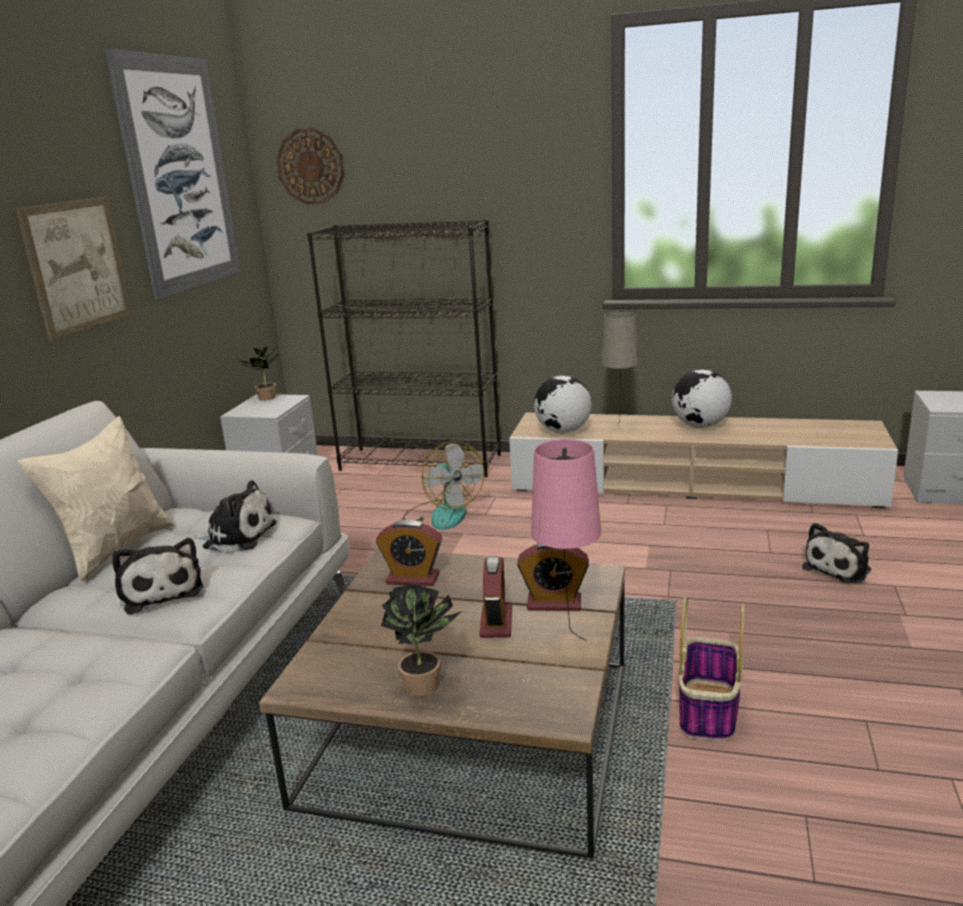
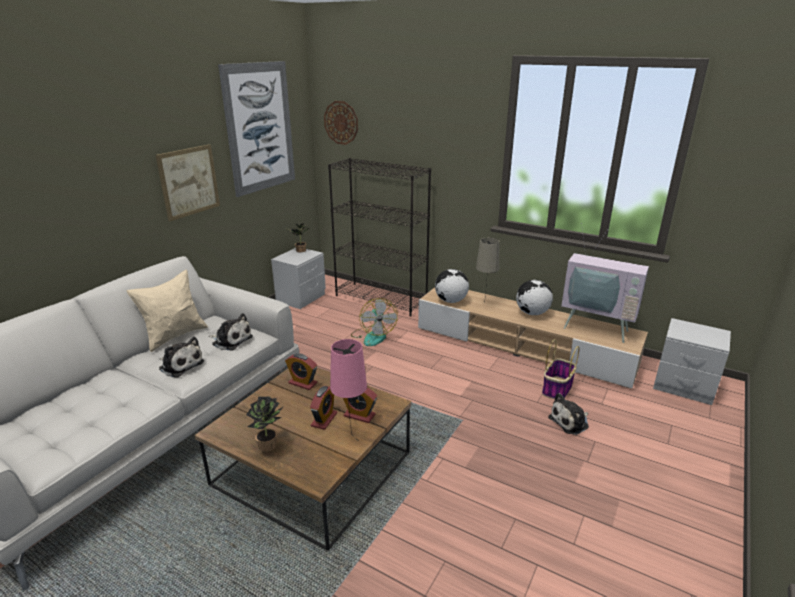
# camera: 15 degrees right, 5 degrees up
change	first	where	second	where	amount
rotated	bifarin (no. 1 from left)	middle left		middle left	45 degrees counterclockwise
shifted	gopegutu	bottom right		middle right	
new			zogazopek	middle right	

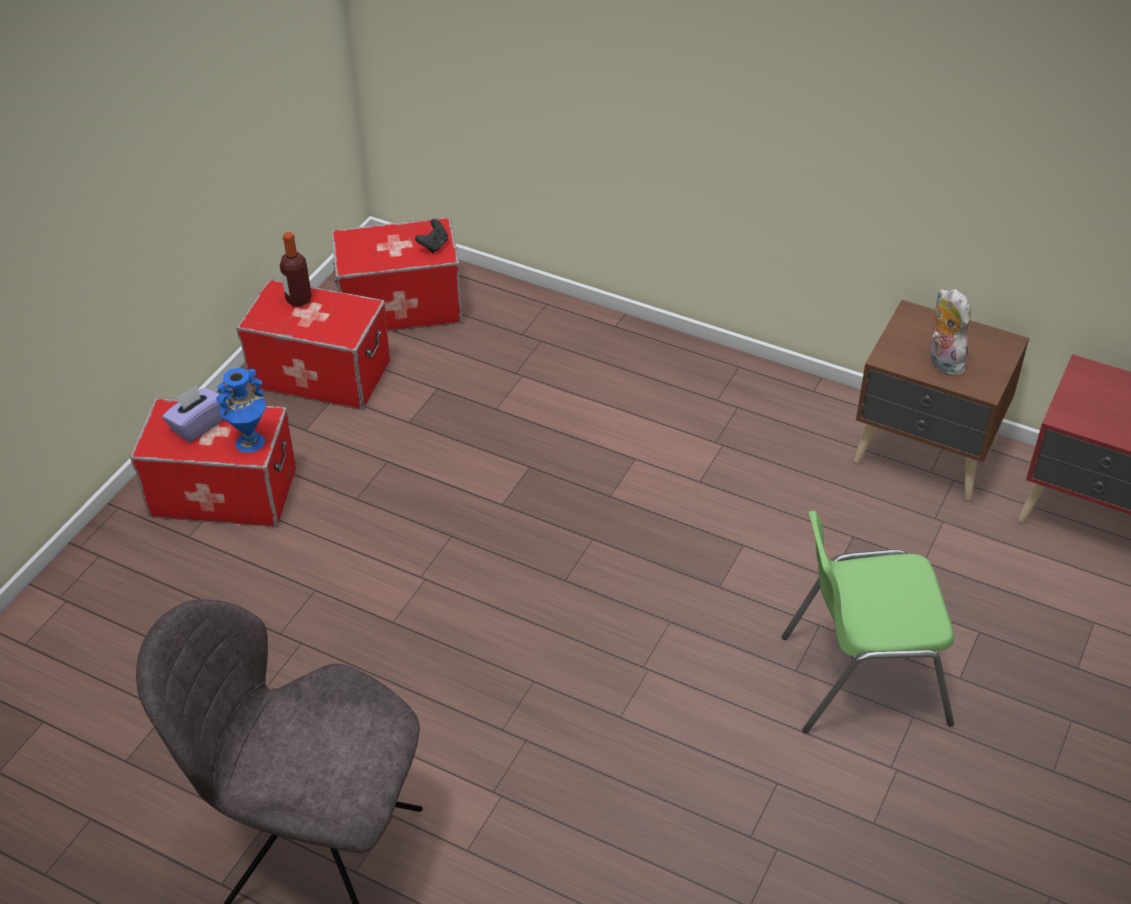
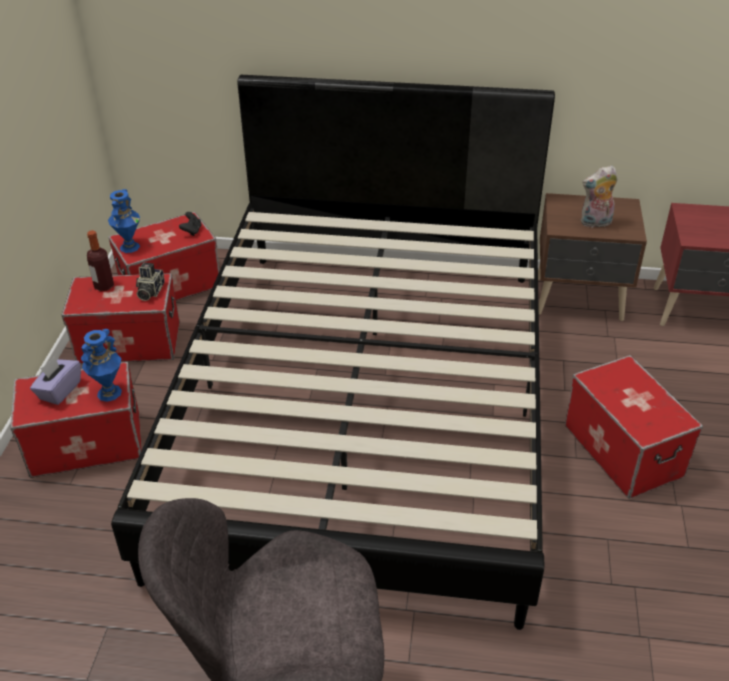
# camera: 20 degrees left, 5 degrees down
change	first	where	second	where	amount
rotated	bifarin	middle right		top right	60 degrees counterclockwise
swapped	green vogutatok	bottom right	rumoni (no. 4 from left)	middle right	
new			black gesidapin	centre	
new			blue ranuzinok (no. 2 from left)	top left	
new			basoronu	middle left	

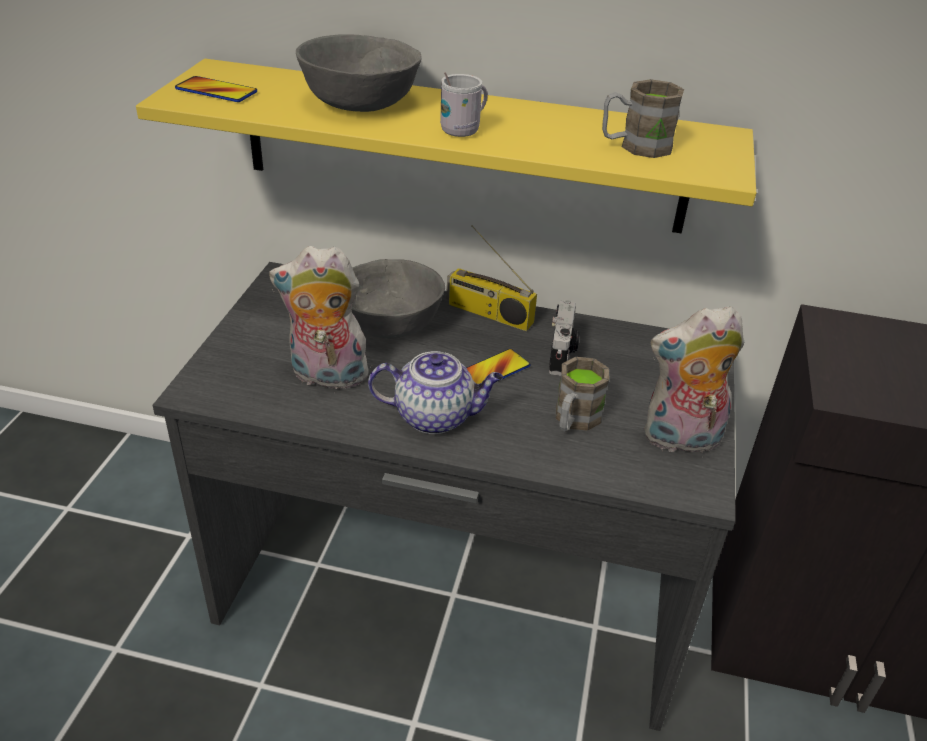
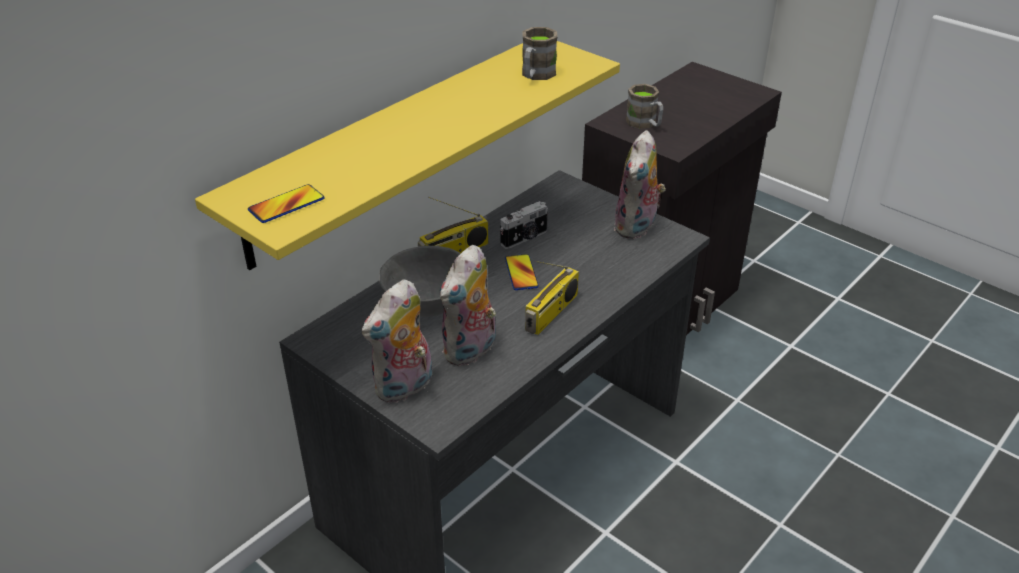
# camera: 60 degrees left, 0 degrees up
change	first	where	second	where	amount
gone	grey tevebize (no. 1 from left)	top centre			
gone	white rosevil	top centre			
rotated	basoronu	centre		centre	105 degrees clockwise
swapped	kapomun	centre	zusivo (no. 2 from left)	centre	
shifted	brown rosevil (no. 1 from left in the first image)	centre	brown rosevil (no. 2 from left)	top centre	
new			bifarin (no. 1 from left)	centre	

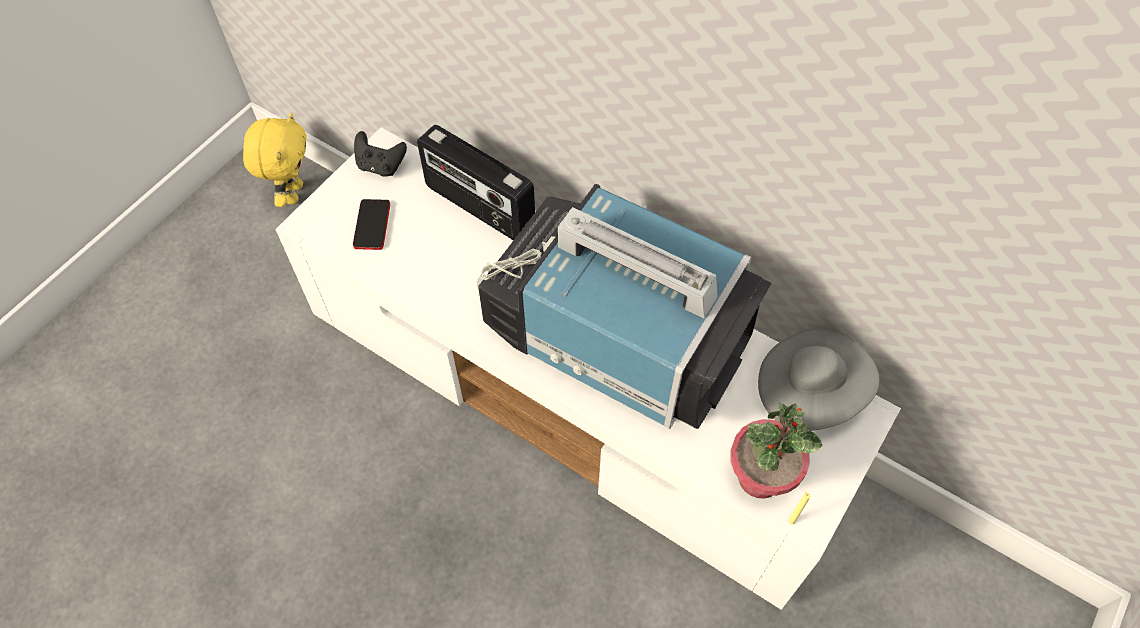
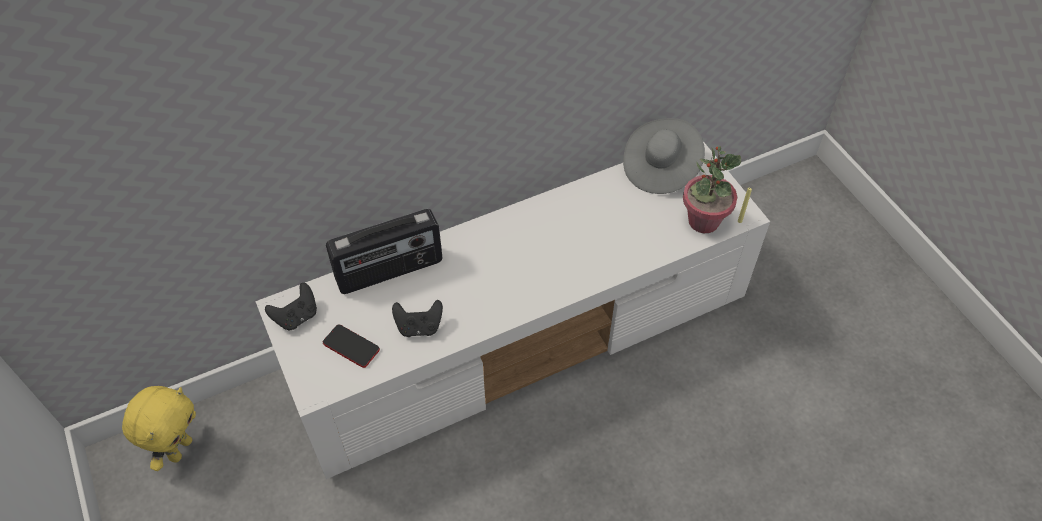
# camera: 60 degrees left, 5 degrees down
change	first	where	second	where	amount
rotated	yellow bifarin	top left		bottom left	75 degrees clockwise
gone	zogazopek	centre			
new			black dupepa (no. 2 from left)	centre	

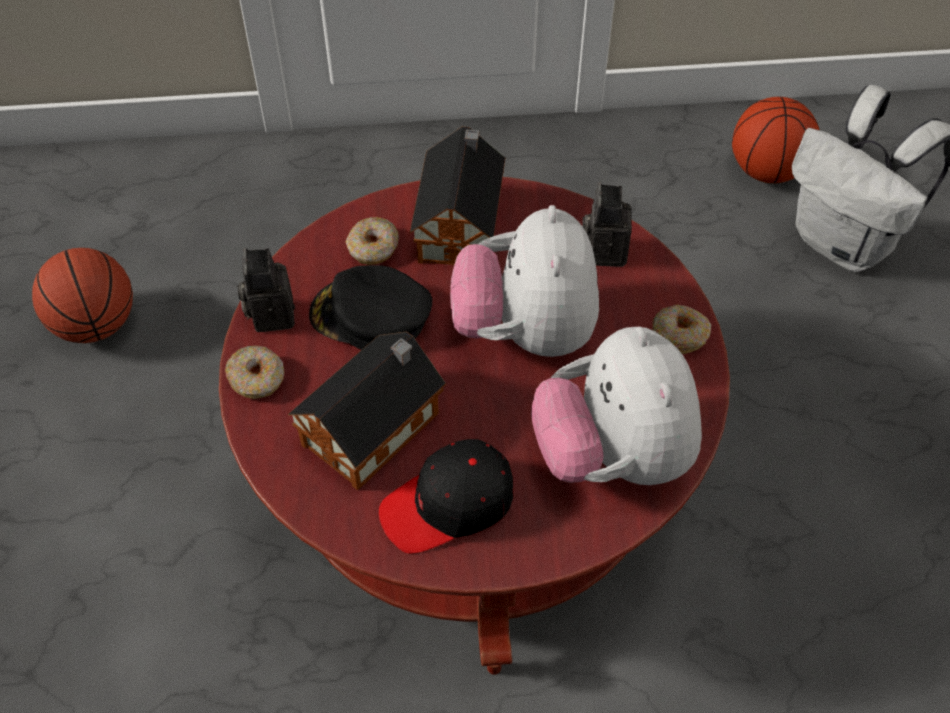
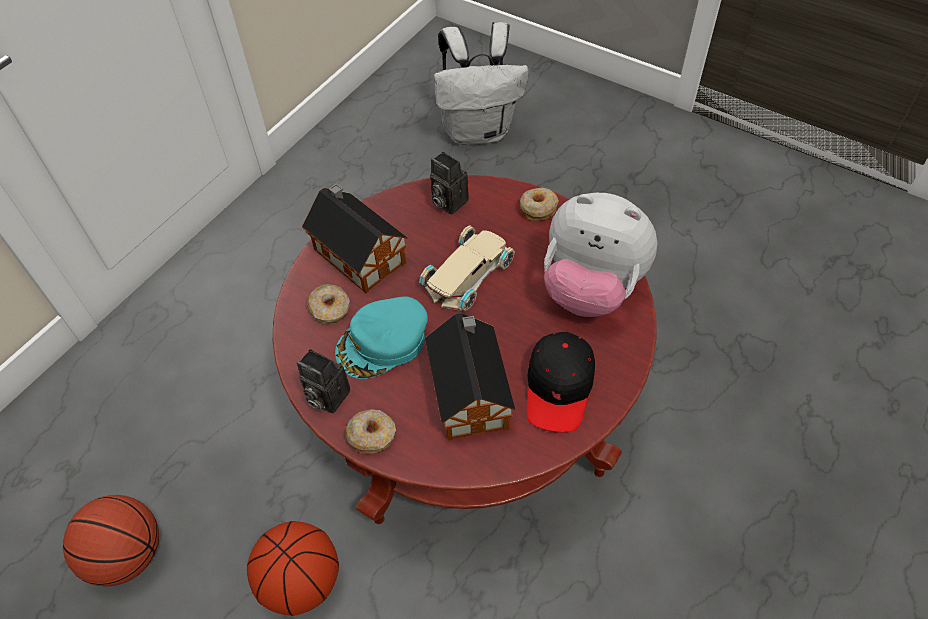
# camera: 50 degrees left, 0 degrees up
change	first	where	second	where	amount
shifted	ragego (no. 2 from left)	top right		bottom left	
swapped	bifarin (no. 1 from left)	centre	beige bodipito	centre	
repainted	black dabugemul (no. 1 from left)	centre	turquoise dabugemul	centre	

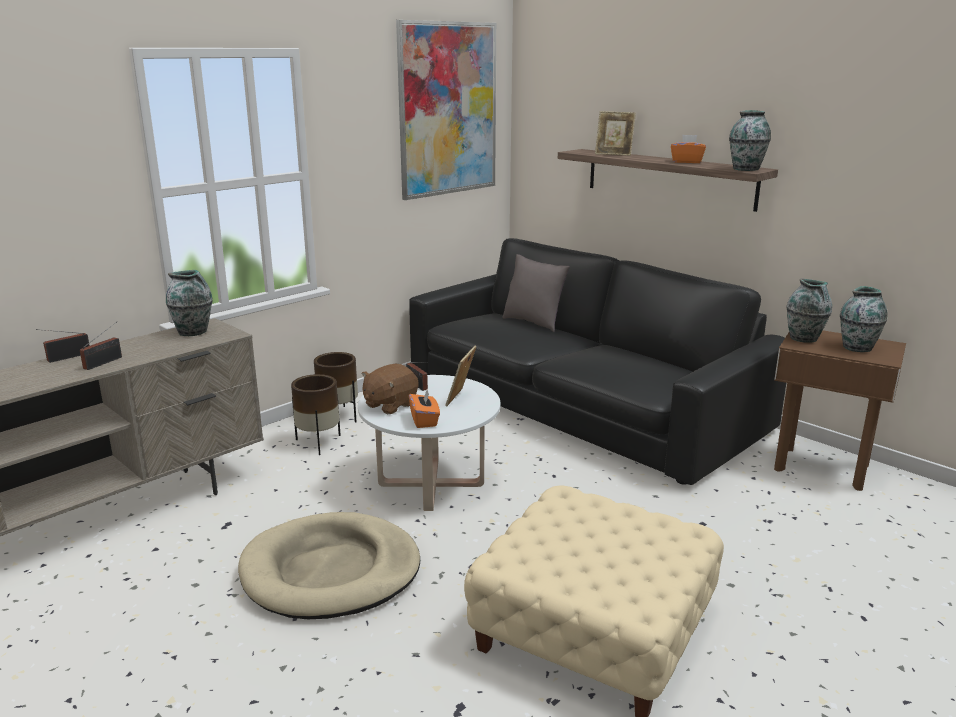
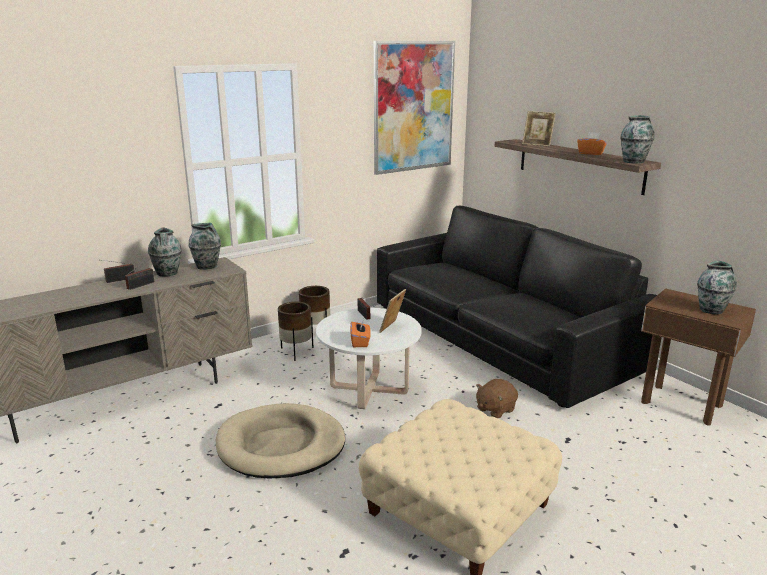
# camera: 10 degrees right, 0 degrees up
change	first	where	second	where	amount
gone	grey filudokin	centre			
shifted	ranuzinok (no. 3 from left in the first image)	middle right	ranuzinok (no. 1 from left)	middle left	
shifted	brown bifarin	centre		bottom centre	

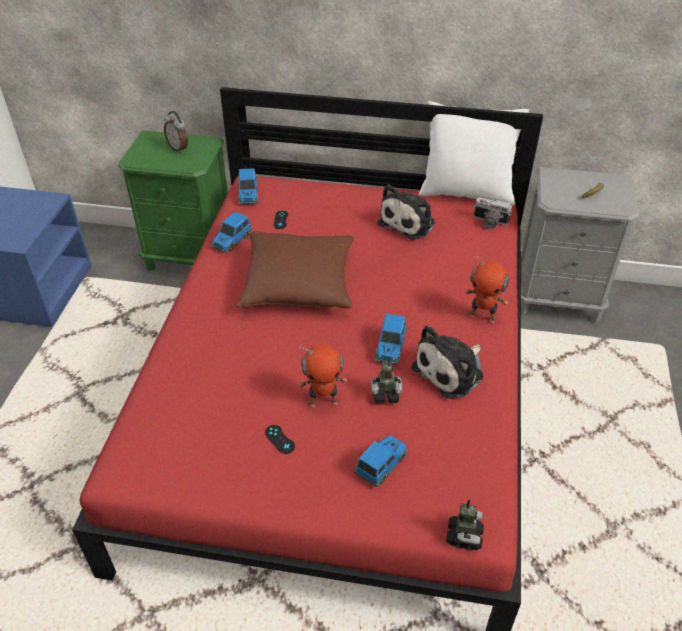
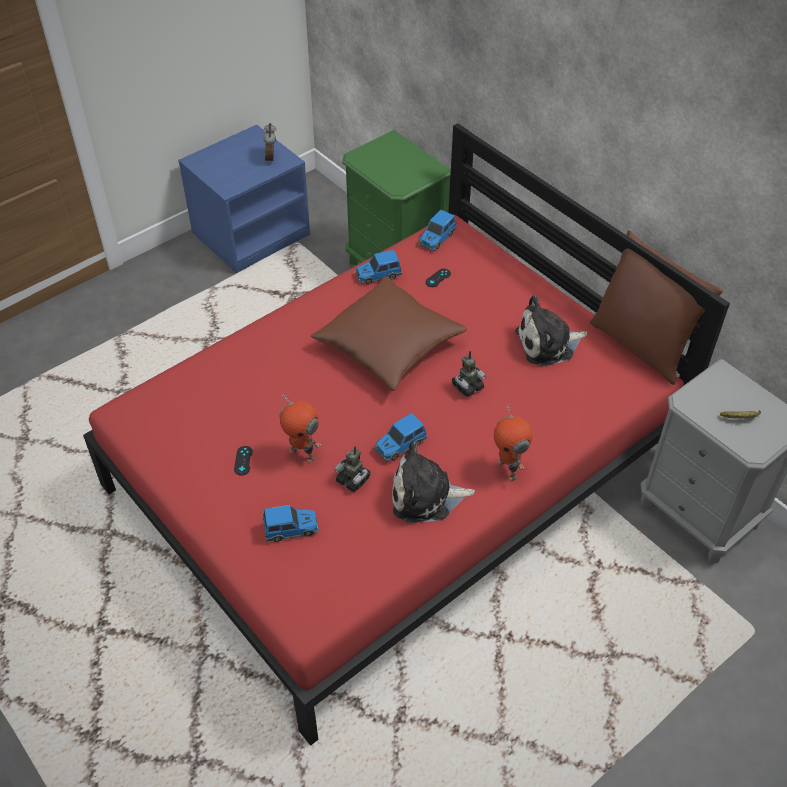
# camera: 40 degrees right, 5 degrees up
change	first	where	second	where	amount
repainted	white filudokin	top right	brown filudokin (no. 2 from left)	middle right	
shifted	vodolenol	top left		top centre	
gone	basoronu	middle right			
shifted	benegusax (no. 3 from left)	bottom right		centre	

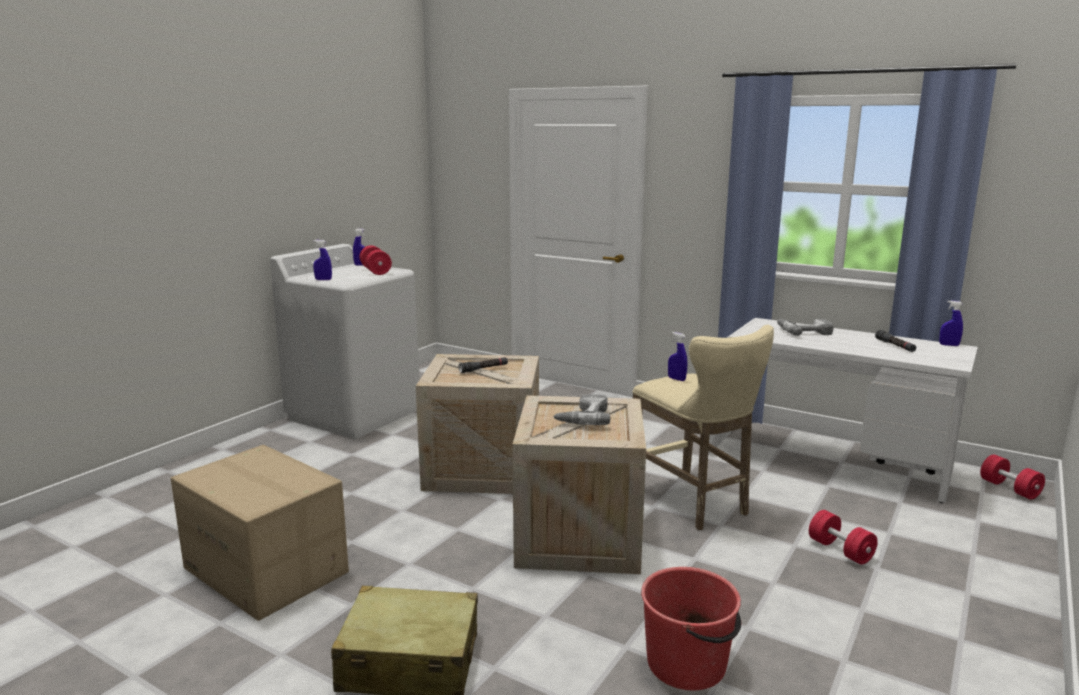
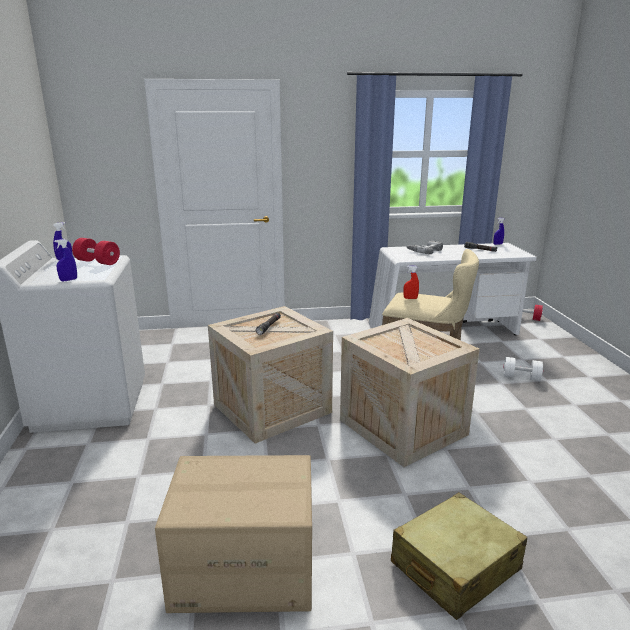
# camera: 40 degrees left, 5 degrees up
change	first	where	second	where	amount
repainted	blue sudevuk (no. 3 from left)	centre	red sudevuk	centre	
gone	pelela (no. 1 from left)	centre			
repainted	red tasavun (no. 2 from left)	bottom right	white tasavun	middle right	
gone	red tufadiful	bottom centre			

